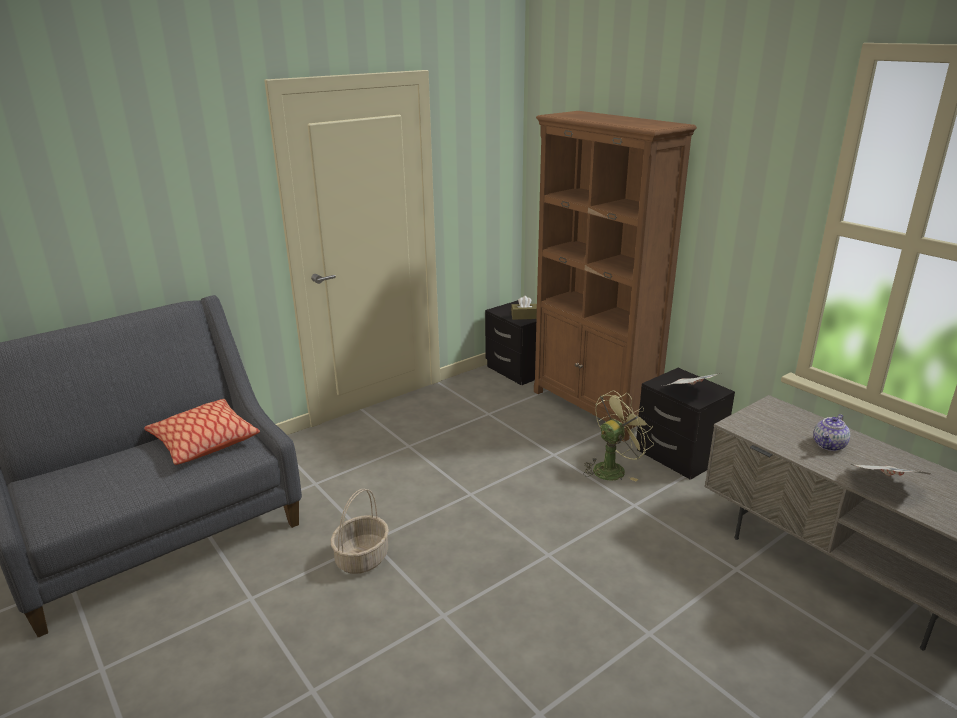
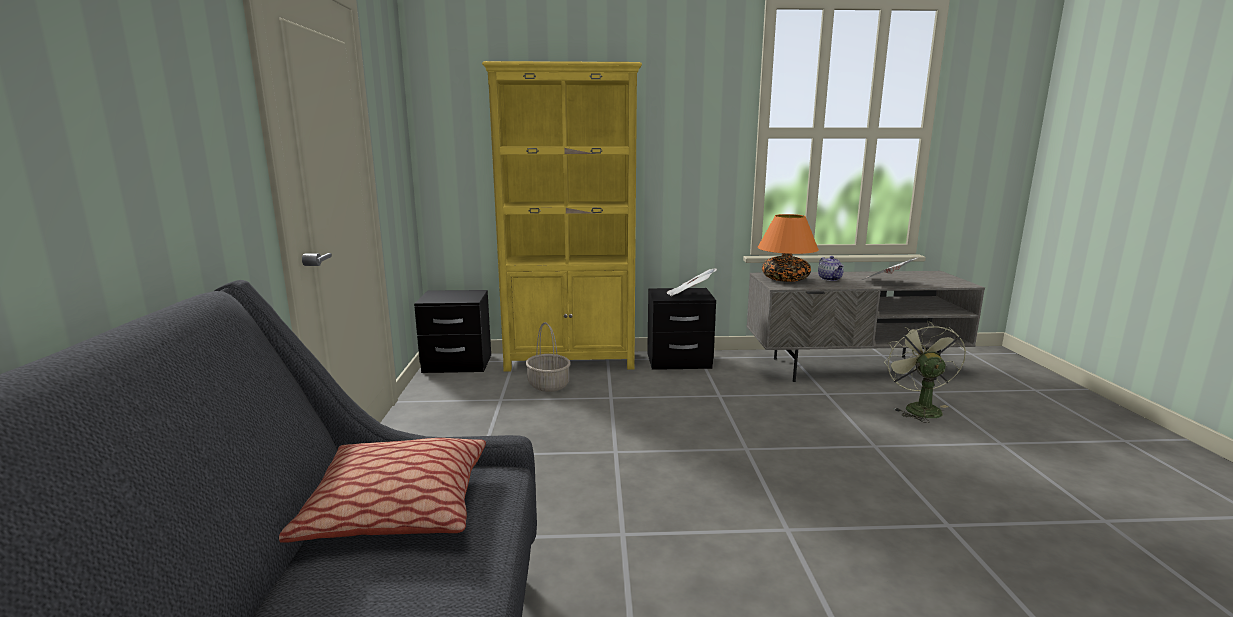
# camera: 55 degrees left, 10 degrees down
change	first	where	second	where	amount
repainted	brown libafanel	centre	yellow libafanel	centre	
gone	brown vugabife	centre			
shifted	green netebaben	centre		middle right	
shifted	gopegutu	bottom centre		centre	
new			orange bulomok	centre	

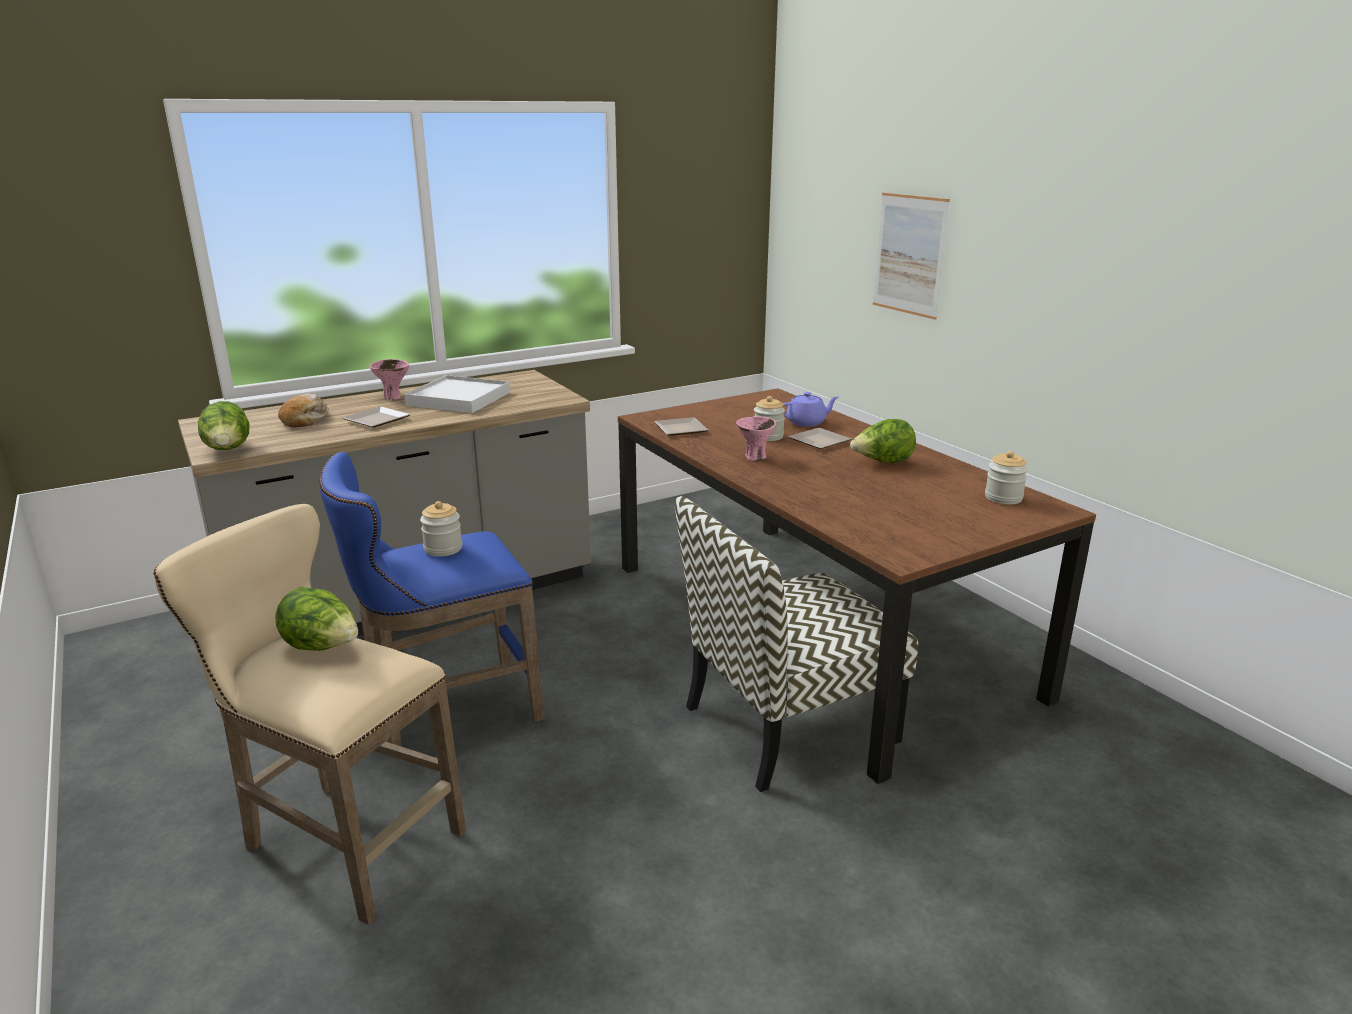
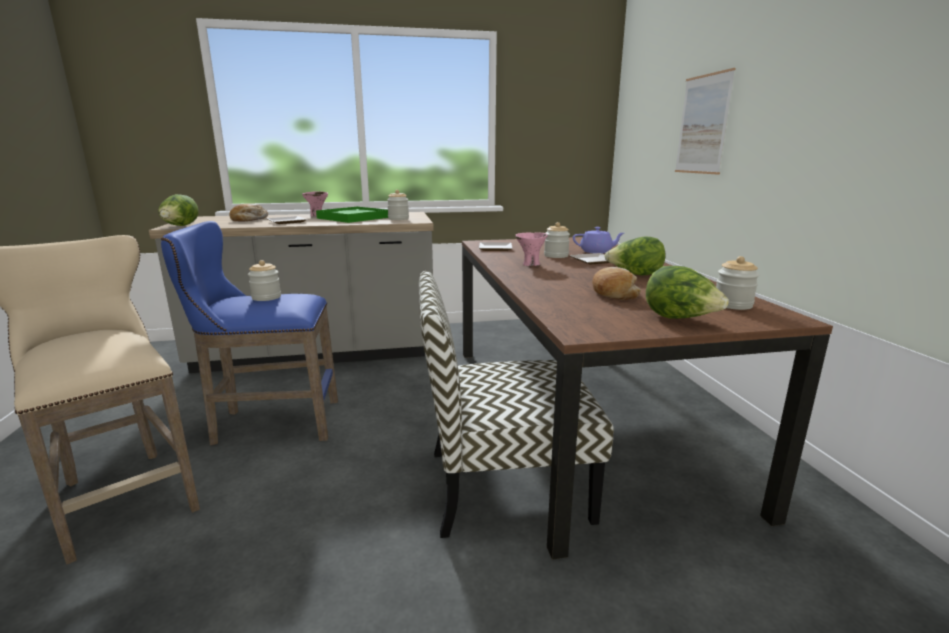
# camera: 20 degrees right, 5 degrees down
change	first	where	second	where	amount
repainted	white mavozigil	centre	green mavozigil	centre	
shifted	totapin (no. 2 from left in the first image)	middle left	totapin (no. 3 from left)	middle right	
new			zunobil (no. 2 from left)	top centre	
new			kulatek (no. 2 from left)	centre	

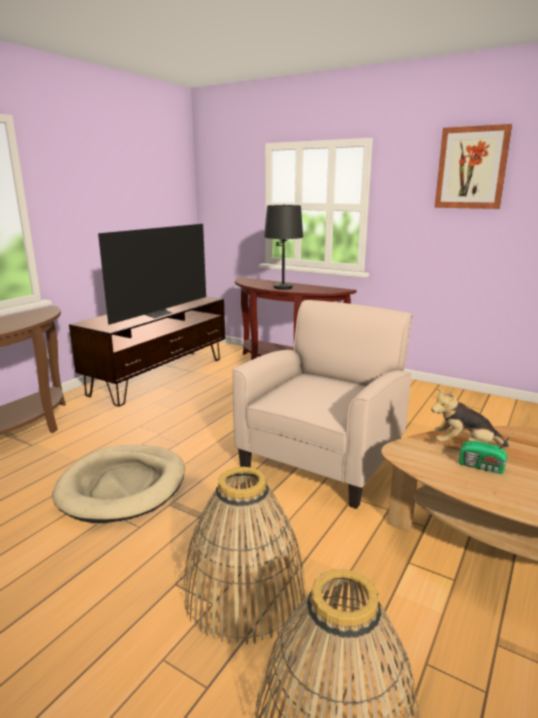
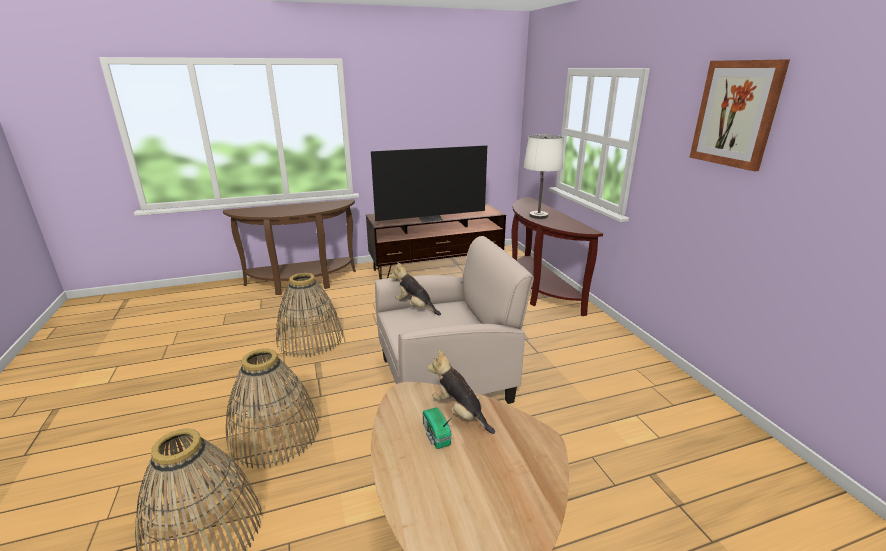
# camera: 40 degrees right, 5 degrees up
change	first	where	second	where	amount
repainted	black bulomok	centre	white bulomok	top centre	
swapped	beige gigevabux	bottom left	gopegutu (no. 3 from left)	centre	
new			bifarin (no. 1 from left)	centre	

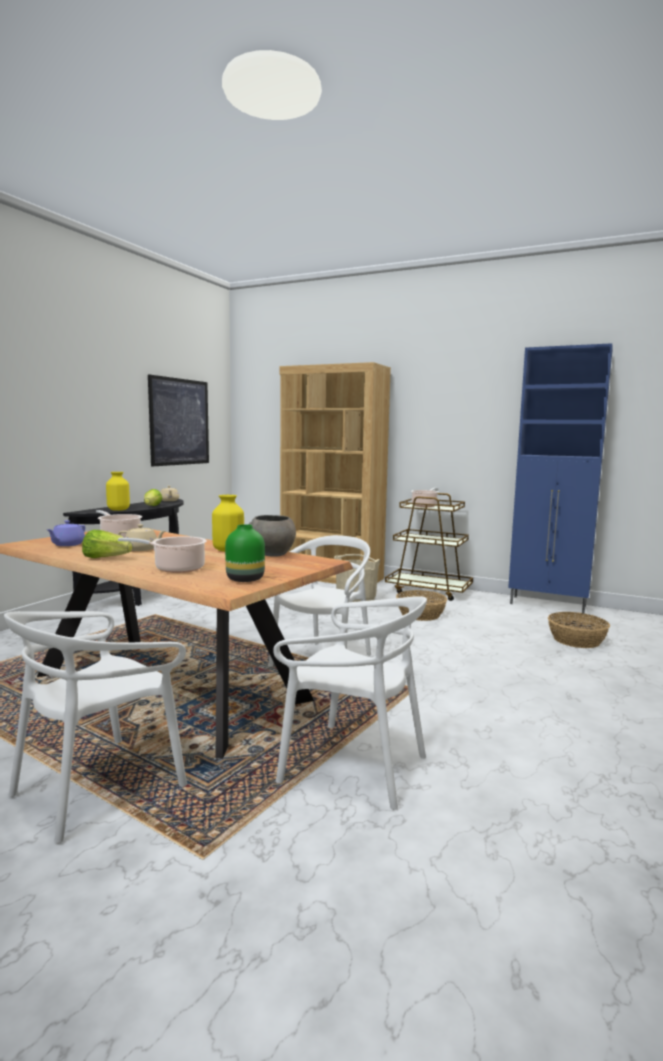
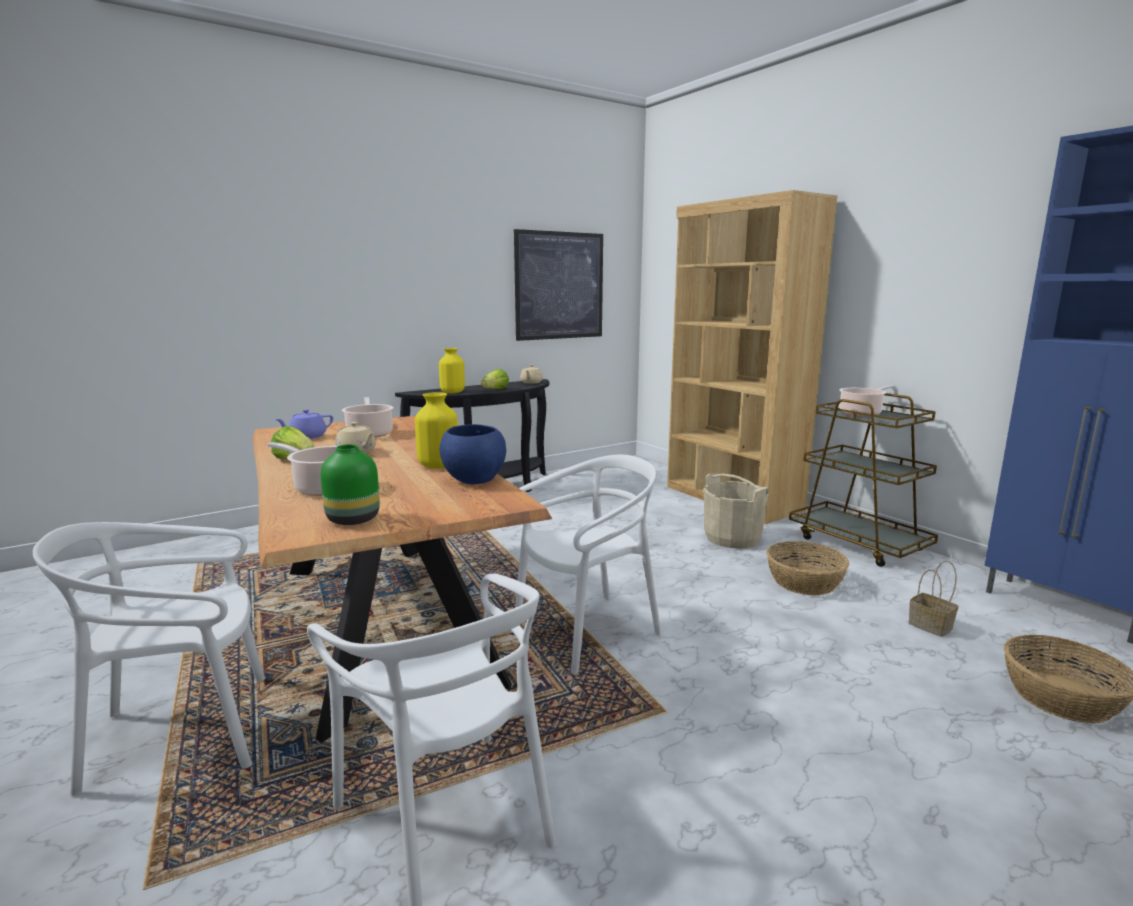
# camera: 30 degrees right, 5 degrees up
change	first	where	second	where	amount
repainted	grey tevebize	centre	blue tevebize	centre	
new			gopegutu (no. 2 from left)	middle right	

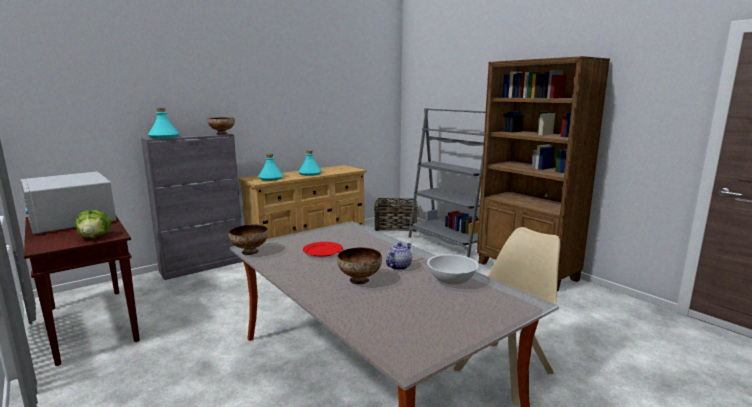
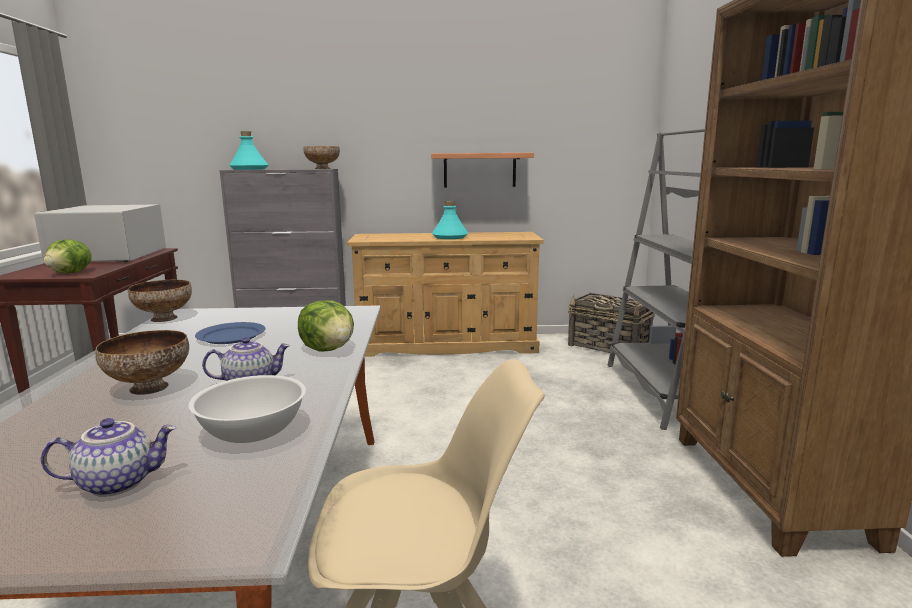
# camera: 35 degrees right, 0 degrees up
change	first	where	second	where	amount
gone	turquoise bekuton (no. 2 from left)	centre			
repainted	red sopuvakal	centre	blue sopuvakal	middle left	
new			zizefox	top centre	
new			totapin (no. 2 from left)	centre	
new			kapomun (no. 1 from left)	bottom left	

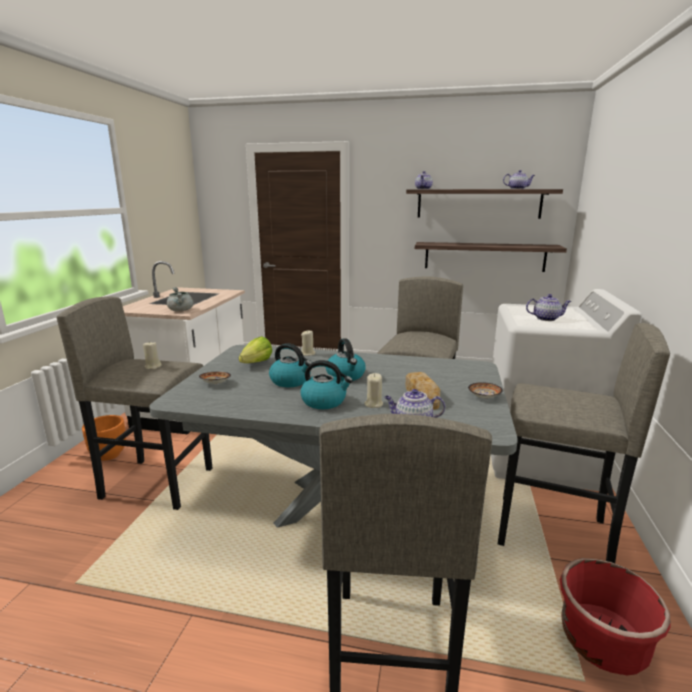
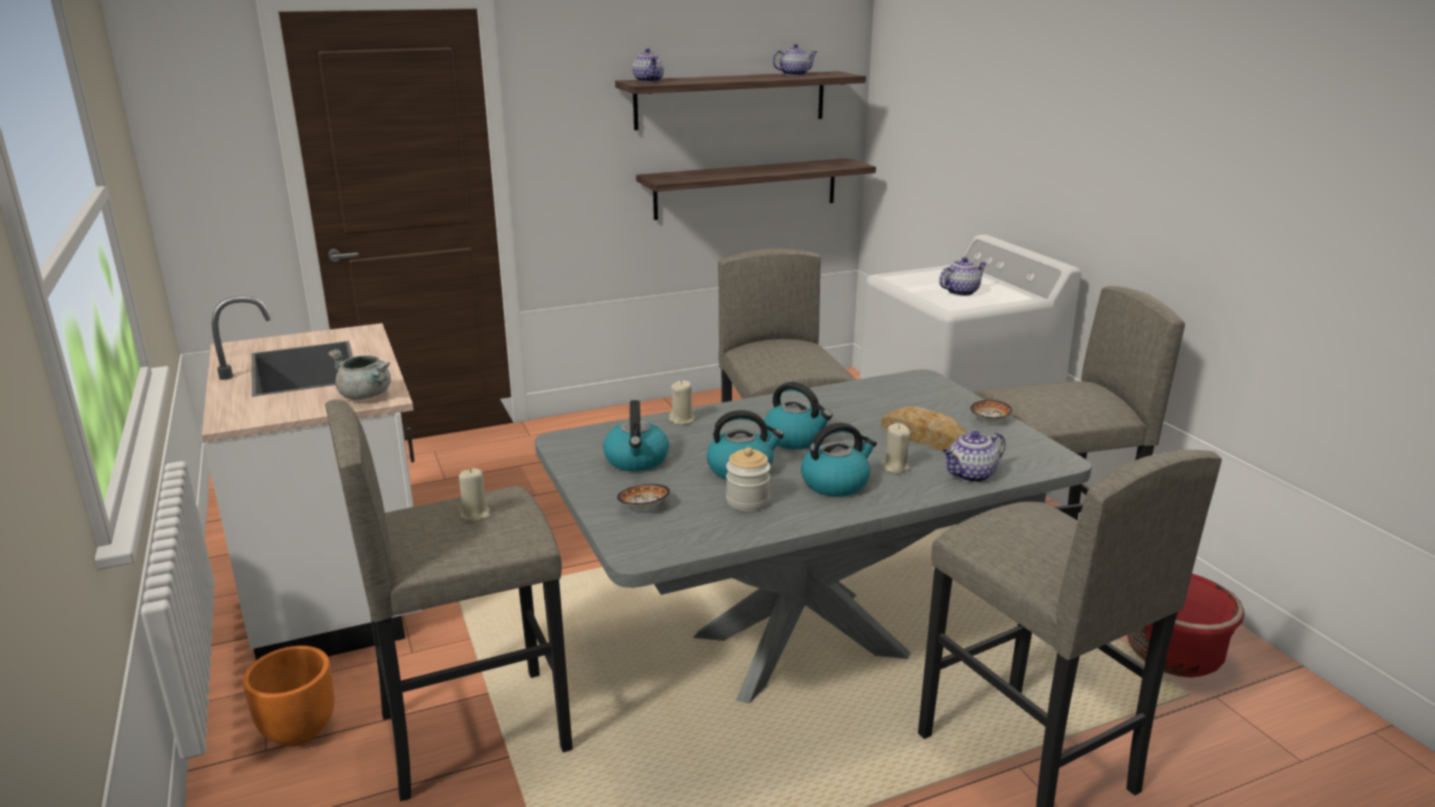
# camera: 35 degrees left, 5 degrees up
change	first	where	second	where	amount
swapped	totapin	centre	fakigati (no. 1 from left)	centre	
new			zunobil	centre	

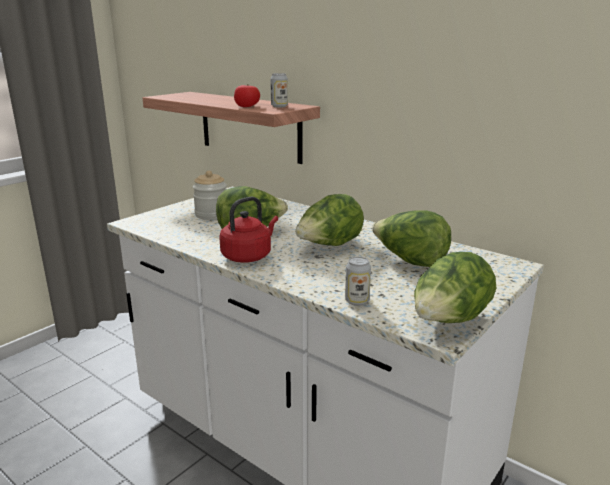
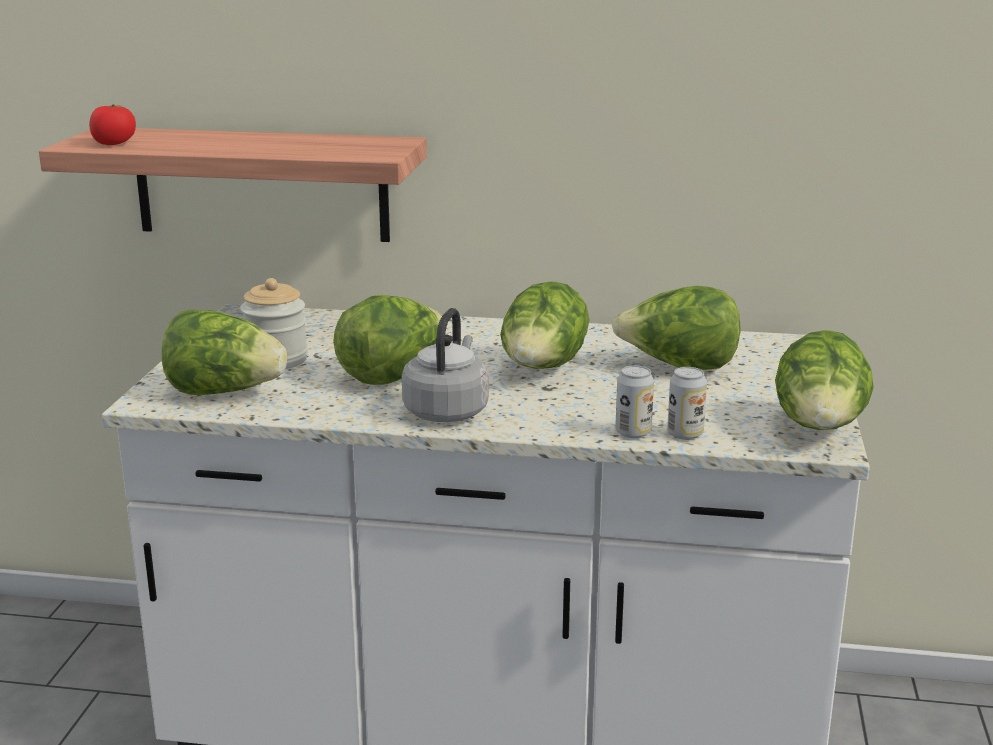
# camera: 30 degrees left, 0 degrees up
change	first	where	second	where	amount
shifted	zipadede (no. 1 from left)	top centre		centre	
shifted	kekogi	top centre		top left	
repainted	red fakigati	centre	grey fakigati	centre	
new			totapin (no. 1 from left)	middle left	

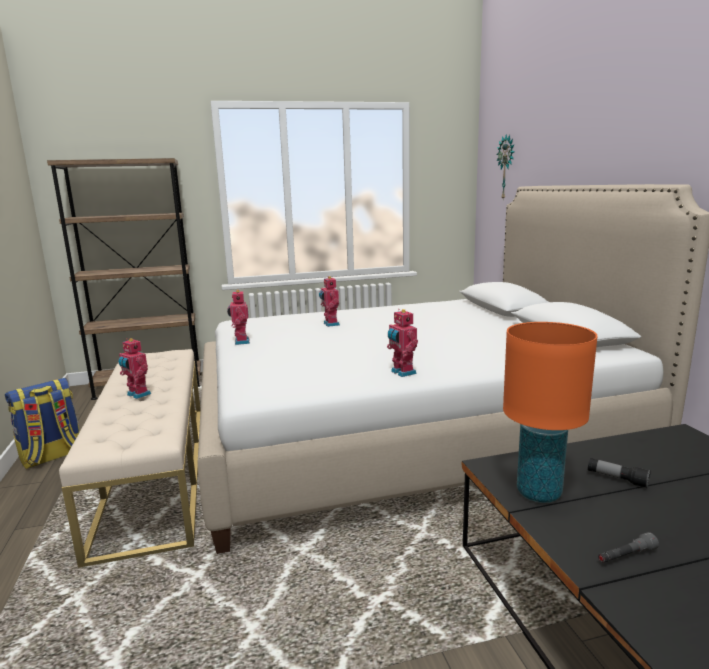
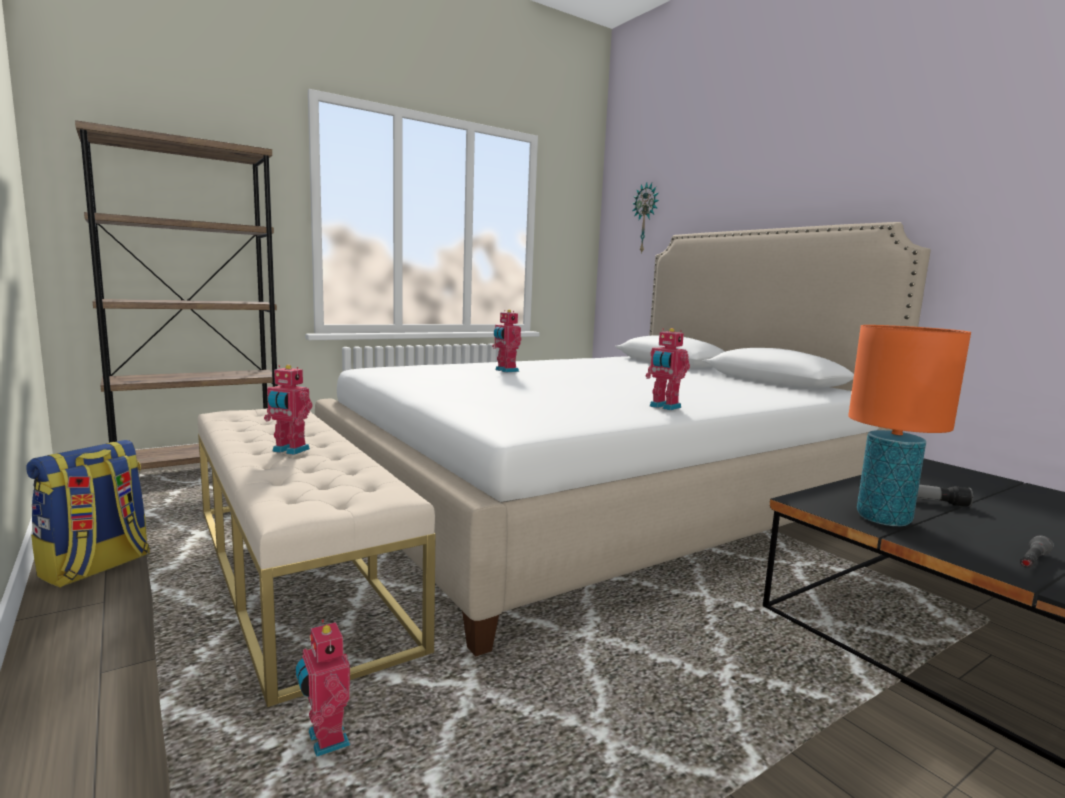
# camera: 20 degrees left, 5 degrees down
change	first	where	second	where	amount
shifted	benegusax (no. 2 from left)	centre		bottom left	

